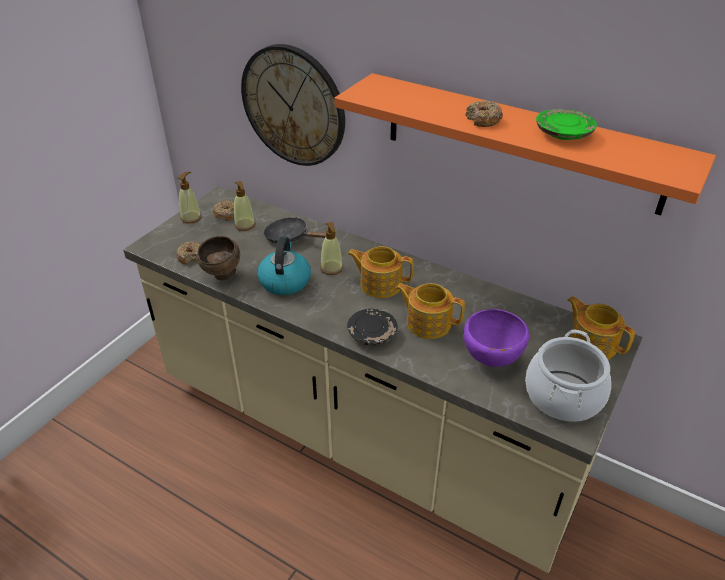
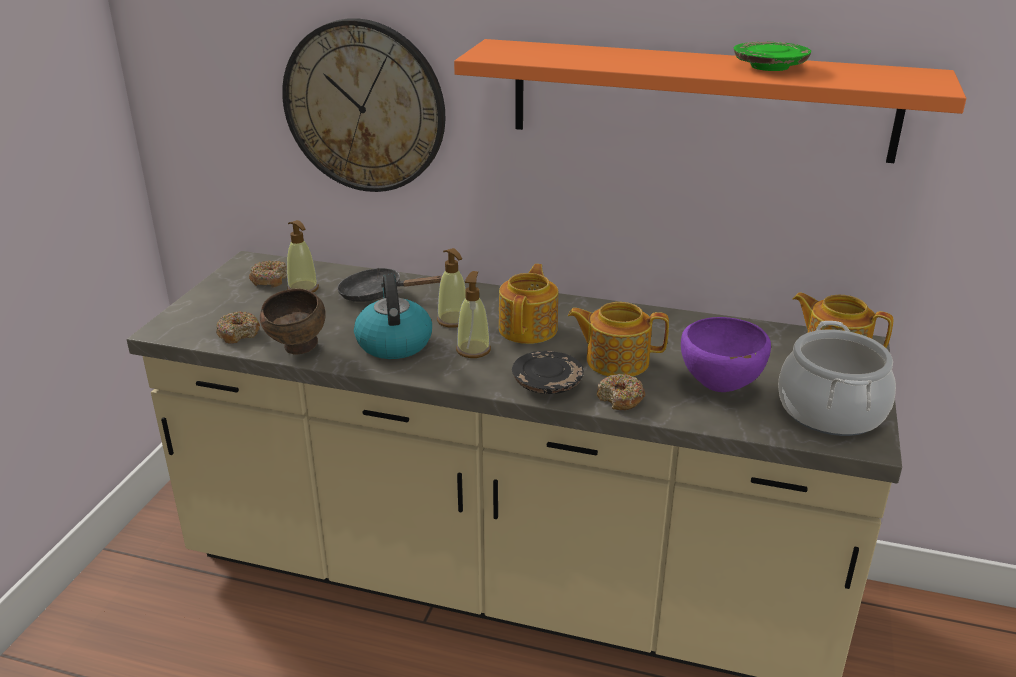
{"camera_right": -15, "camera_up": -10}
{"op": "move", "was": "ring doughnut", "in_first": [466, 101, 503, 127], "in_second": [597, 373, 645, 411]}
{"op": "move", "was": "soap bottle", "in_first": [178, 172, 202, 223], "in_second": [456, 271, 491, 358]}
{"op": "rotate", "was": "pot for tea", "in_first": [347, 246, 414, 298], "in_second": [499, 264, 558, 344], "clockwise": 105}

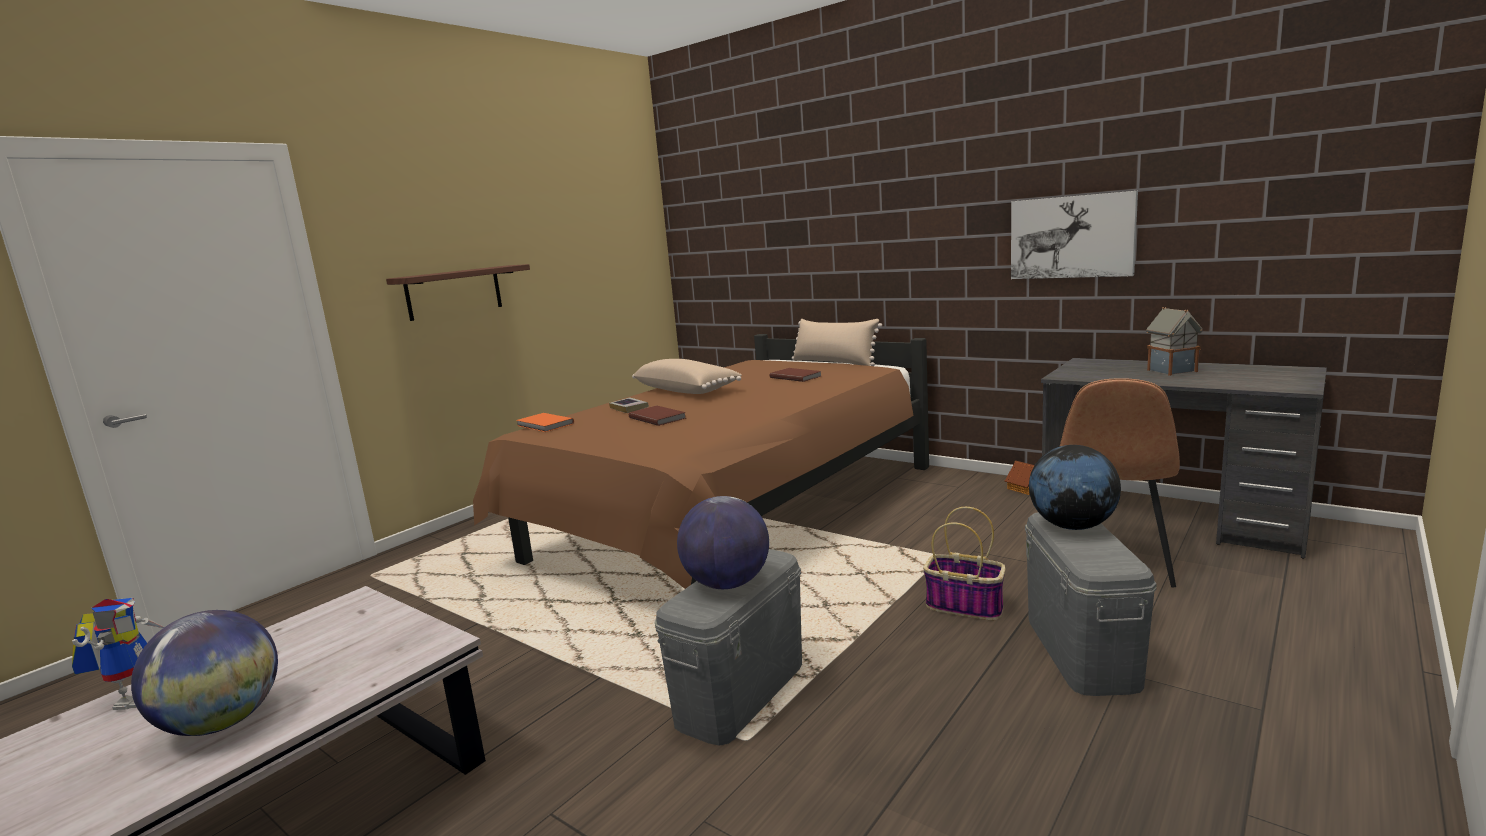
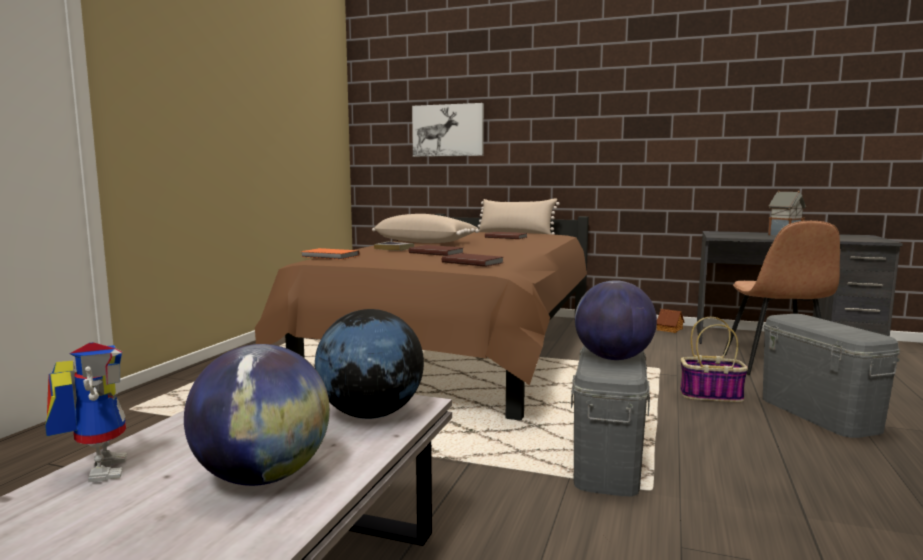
{"camera_right": -20, "camera_up": -5}
{"op": "move", "was": "wall picture", "in_first": [1011, 191, 1138, 279], "in_second": [412, 103, 484, 157]}
{"op": "delete", "was": "wall shelf", "in_first": [386, 264, 530, 321]}
{"op": "move", "was": "world globe", "in_first": [1029, 445, 1121, 530], "in_second": [315, 309, 424, 419]}
{"op": "insert", "now": "bound book (brown-coloured)", "in_second": [442, 253, 503, 267]}

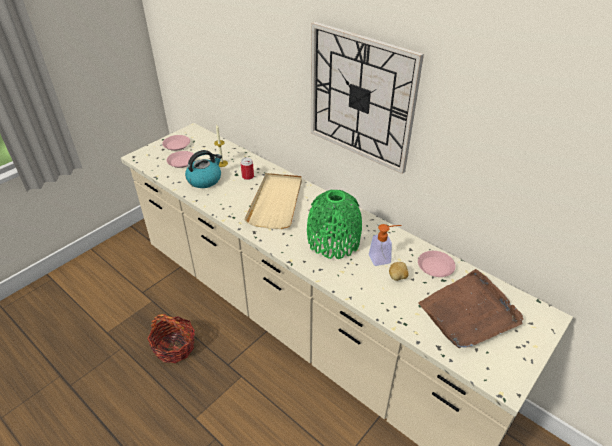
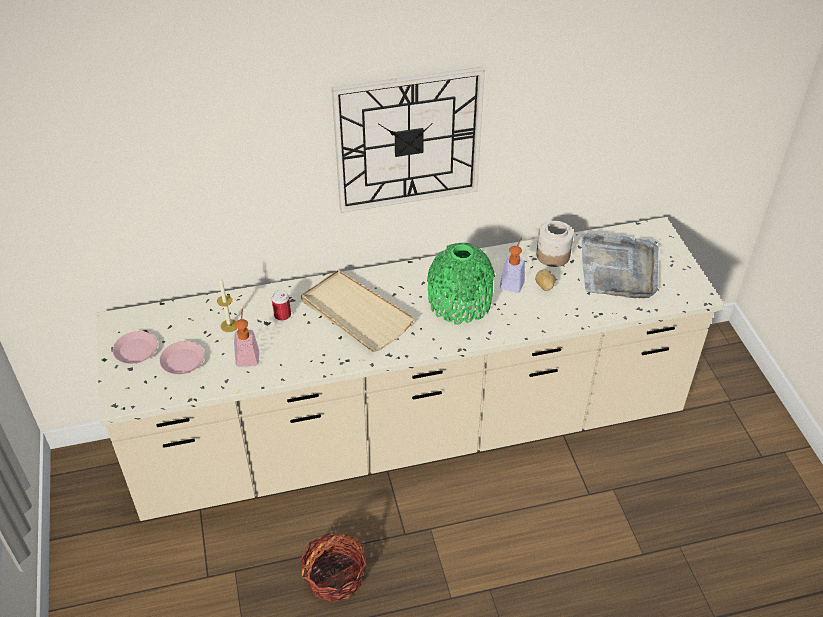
{"camera_right": -55, "camera_up": 5}
{"op": "replace", "was": "kettle", "now": "soap bottle", "in_first": [185, 150, 222, 188], "in_second": [234, 308, 259, 367]}
{"op": "replace", "was": "dinner plate (pink)", "now": "storage jar", "in_first": [418, 251, 456, 277], "in_second": [536, 221, 574, 267]}
{"op": "recolor", "was": "serving tray (brown-coloured)", "now": "serving tray (greyish)", "in_first": [418, 269, 523, 348], "in_second": [582, 232, 658, 298]}

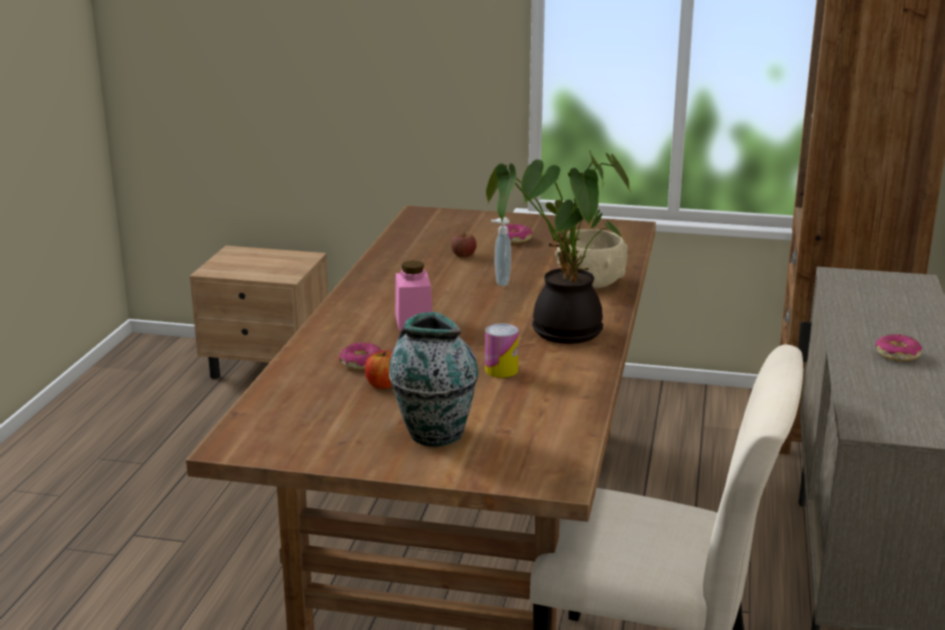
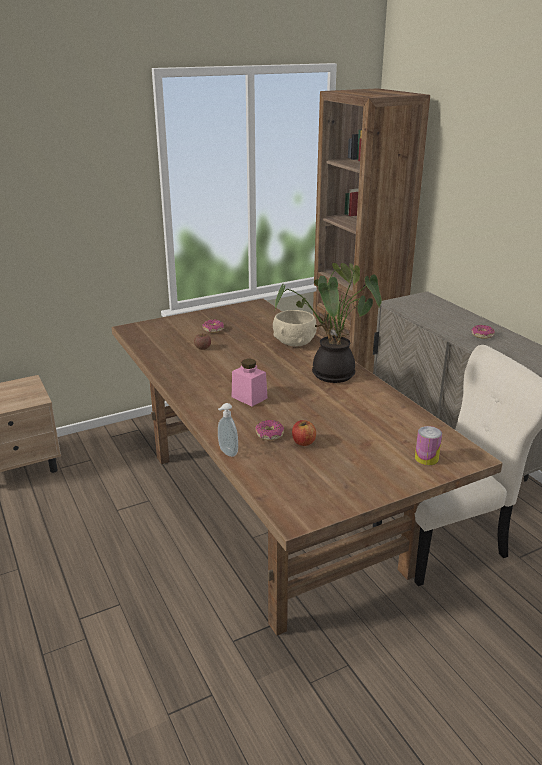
{"camera_right": -40, "camera_up": 5}
{"op": "move", "was": "soap bottle", "in_first": [491, 217, 511, 286], "in_second": [218, 403, 238, 457]}
{"op": "delete", "was": "vase", "in_first": [389, 312, 479, 447]}
{"op": "move", "was": "metal can", "in_first": [485, 323, 519, 378], "in_second": [415, 426, 442, 465]}

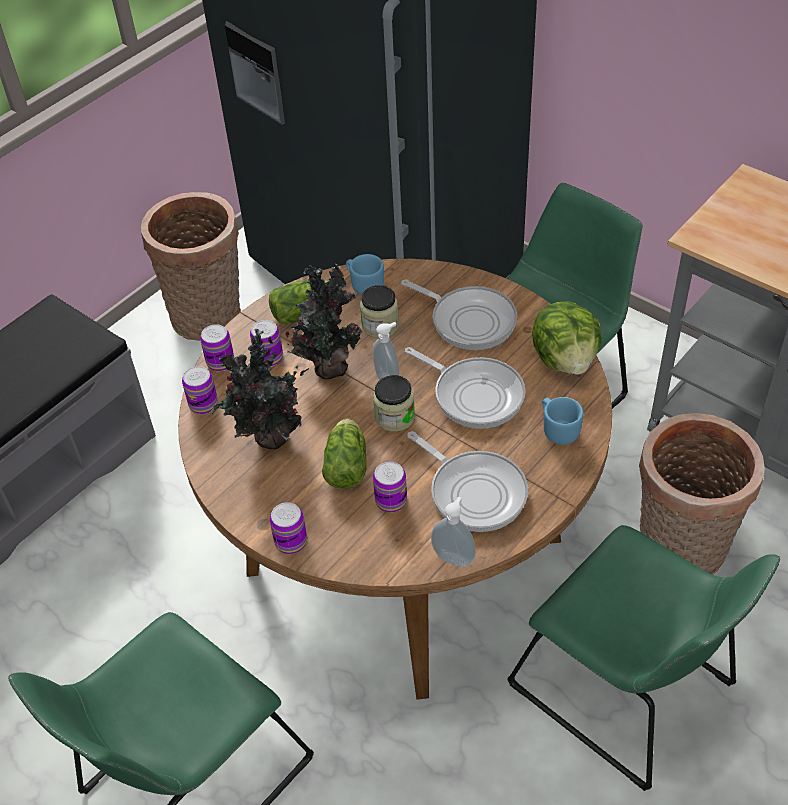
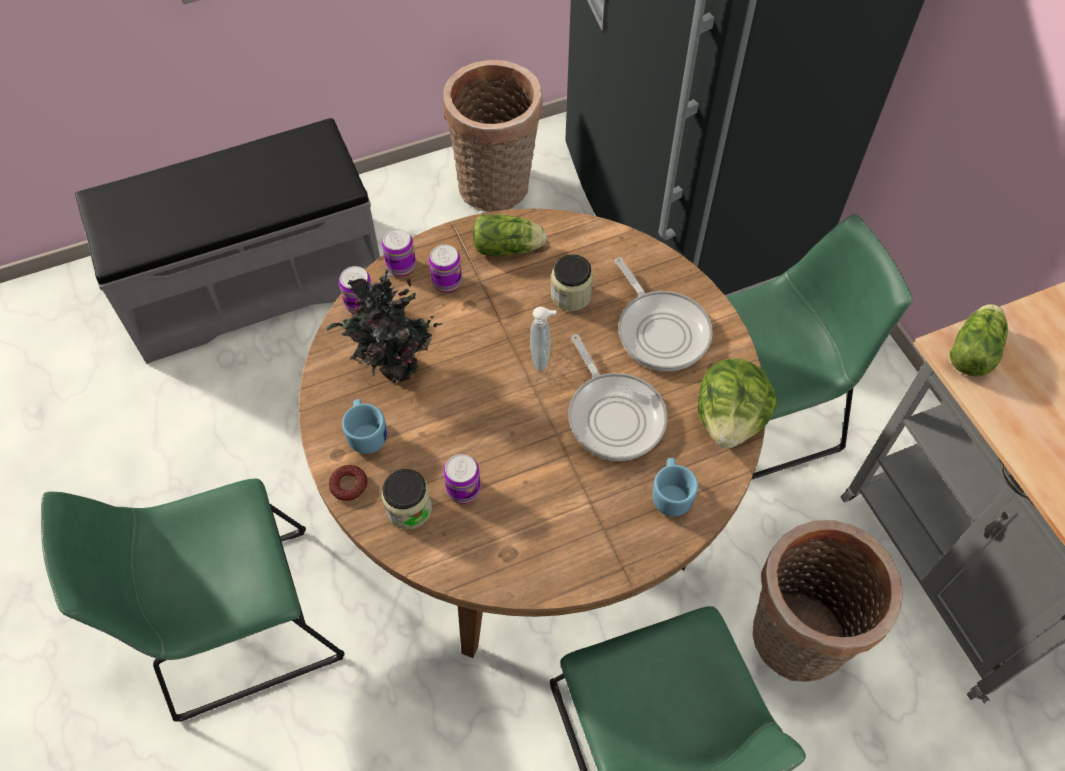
{"camera_right": 25, "camera_up": 10}
{"op": "move", "was": "tea mug (blue)", "in_first": [346, 254, 384, 295], "in_second": [342, 399, 387, 454]}
{"op": "delete", "was": "plant in a pot", "in_first": [285, 264, 363, 379]}
{"op": "move", "was": "storage jar", "in_first": [373, 375, 415, 432], "in_second": [382, 469, 432, 530]}
{"op": "move", "was": "lettuce head", "in_first": [322, 419, 366, 489], "in_second": [950, 304, 1008, 377]}
{"op": "delete", "was": "frying pan", "in_first": [407, 431, 528, 532]}
{"op": "delete", "was": "soap bottle", "in_first": [431, 497, 476, 567]}
{"op": "replace", "was": "metal can", "now": "ring doughnut", "in_first": [270, 502, 307, 554], "in_second": [329, 465, 368, 501]}

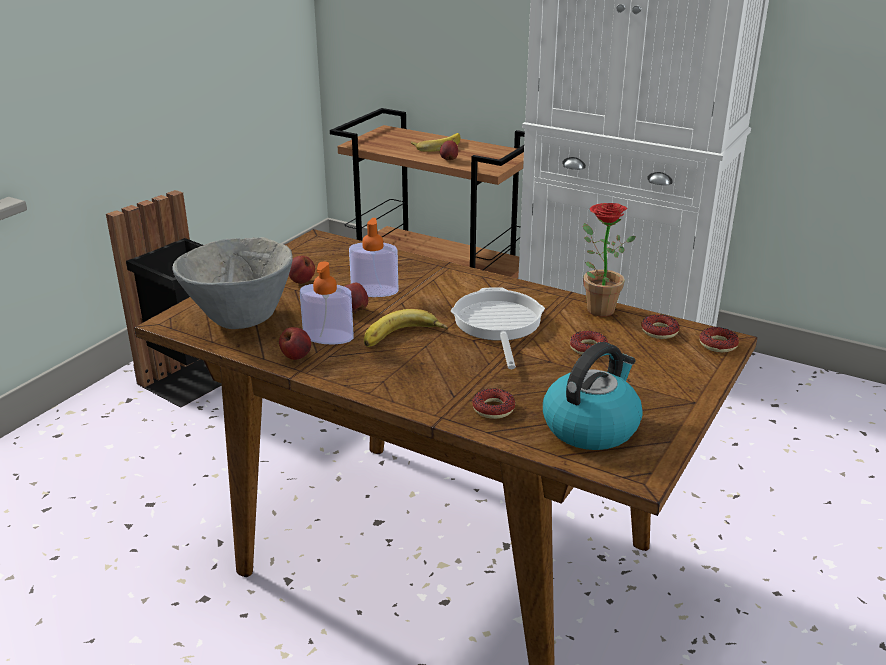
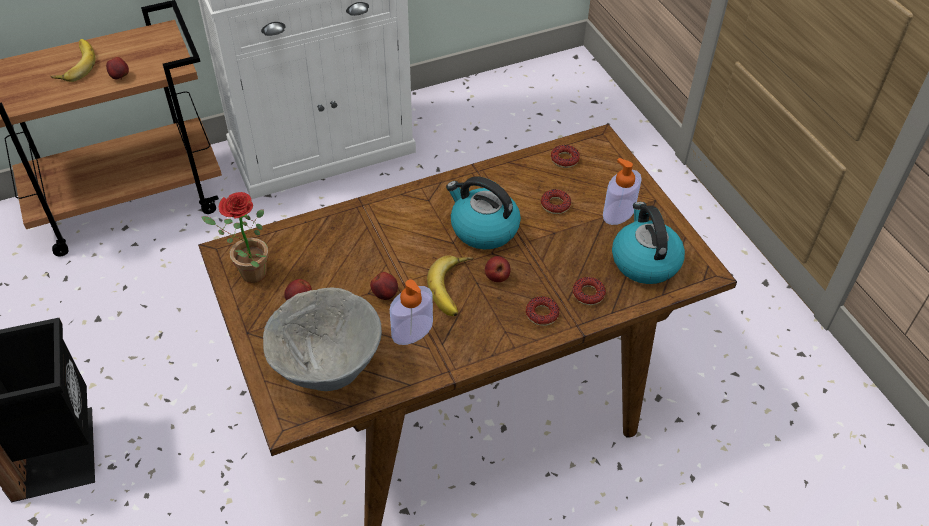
{"camera_right": -55, "camera_up": 20}
{"op": "move", "was": "plant in a pot", "in_first": [583, 203, 636, 316], "in_second": [202, 192, 268, 283]}
{"op": "move", "was": "soap bottle", "in_first": [349, 218, 399, 297], "in_second": [603, 158, 642, 225]}
{"op": "replace", "was": "frying pan", "now": "kettle", "in_first": [451, 287, 545, 369], "in_second": [446, 176, 521, 250]}
{"op": "move", "was": "whole apple", "in_first": [279, 327, 311, 360], "in_second": [485, 256, 511, 282]}
{"op": "move", "was": "ring doughnut", "in_first": [699, 327, 739, 353], "in_second": [526, 297, 559, 326]}

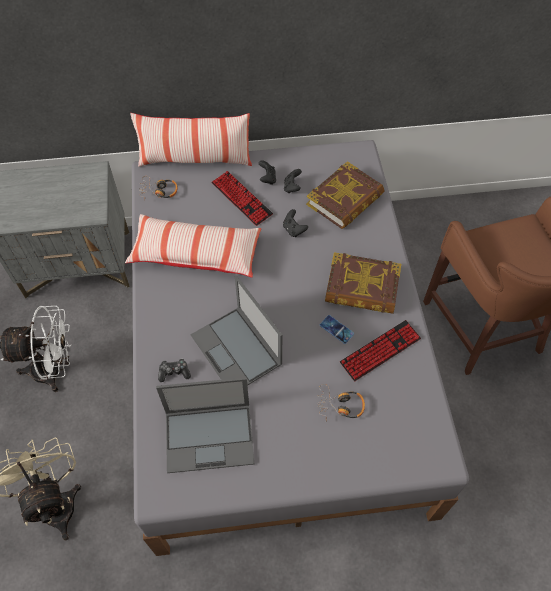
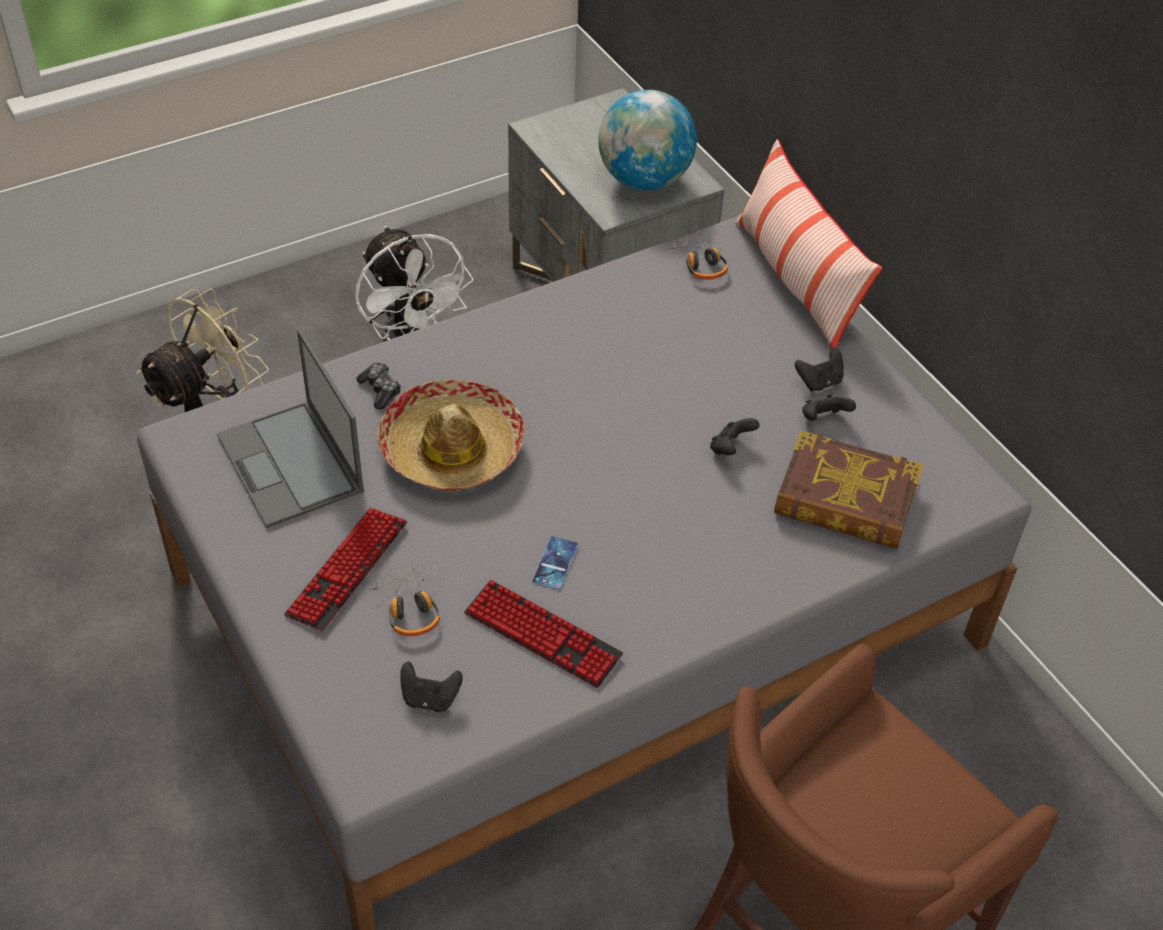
{"camera_right": 65, "camera_up": -10}
{"op": "move", "was": "computer keyboard", "in_first": [211, 171, 273, 226], "in_second": [284, 508, 407, 631]}
{"op": "delete", "was": "cushion", "in_first": [125, 214, 261, 277]}
{"op": "delete", "was": "bound book", "in_first": [325, 252, 401, 314]}
{"op": "replace", "was": "notebook computer", "now": "clothing hat", "in_first": [191, 275, 282, 386], "in_second": [377, 380, 525, 491]}
{"op": "insert", "now": "world globe", "in_second": [598, 90, 697, 190]}
{"op": "insert", "now": "game controller (black)", "in_second": [400, 661, 463, 712]}

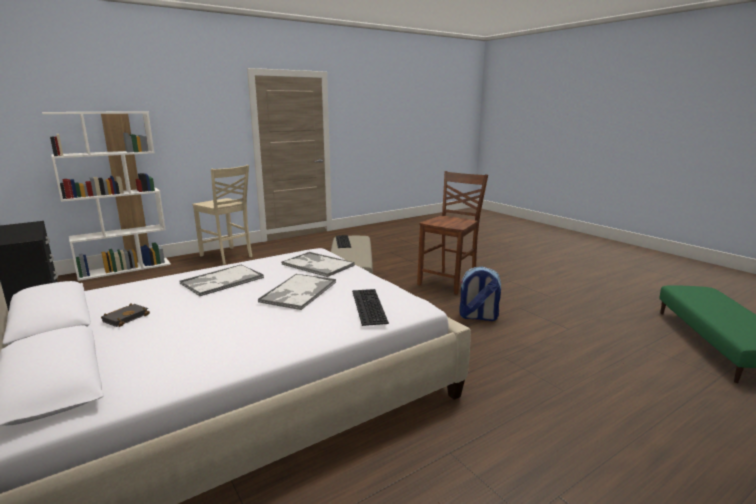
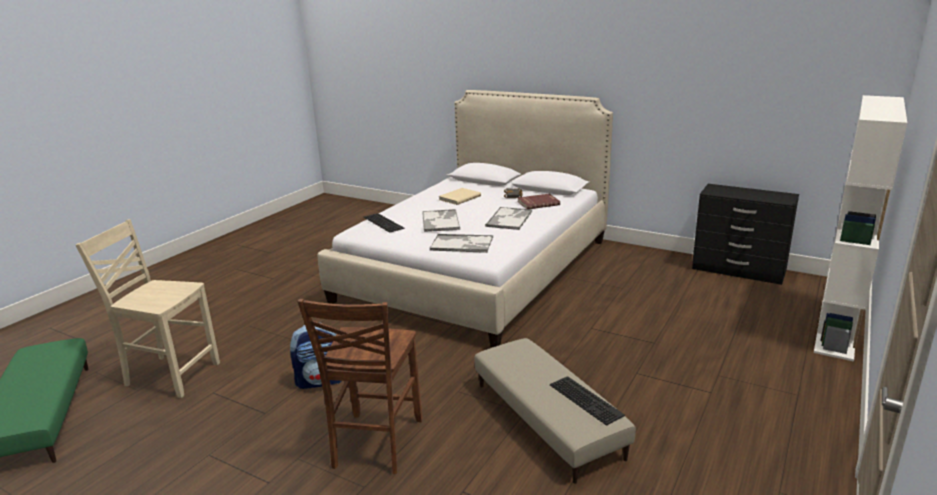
{"camera_right": 155, "camera_up": 5}
{"op": "move", "was": "chair (beige)", "in_first": [192, 165, 252, 265], "in_second": [76, 219, 220, 398]}
{"op": "insert", "now": "bound book (beige)", "in_second": [439, 188, 481, 205]}
{"op": "insert", "now": "bound book (reddish)", "in_second": [517, 193, 560, 209]}

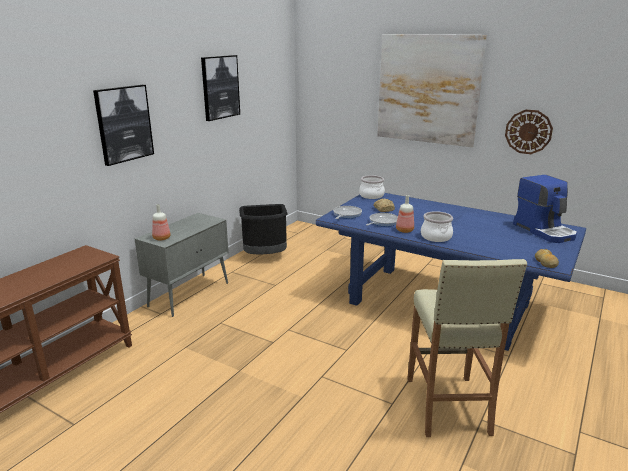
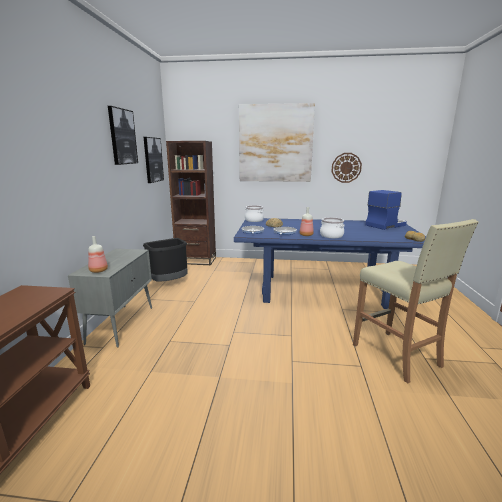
{"camera_right": -25, "camera_up": -5}
{"op": "move", "was": "wall picture", "in_first": [93, 85, 154, 166], "in_second": [144, 137, 164, 183]}
{"op": "rotate", "was": "coffee brewer", "in_first": [513, 175, 577, 243], "in_second": [366, 190, 407, 230], "clockwise": -75}
{"op": "insert", "now": "bookshelf (brown-coloured)", "in_second": [166, 141, 216, 265]}

